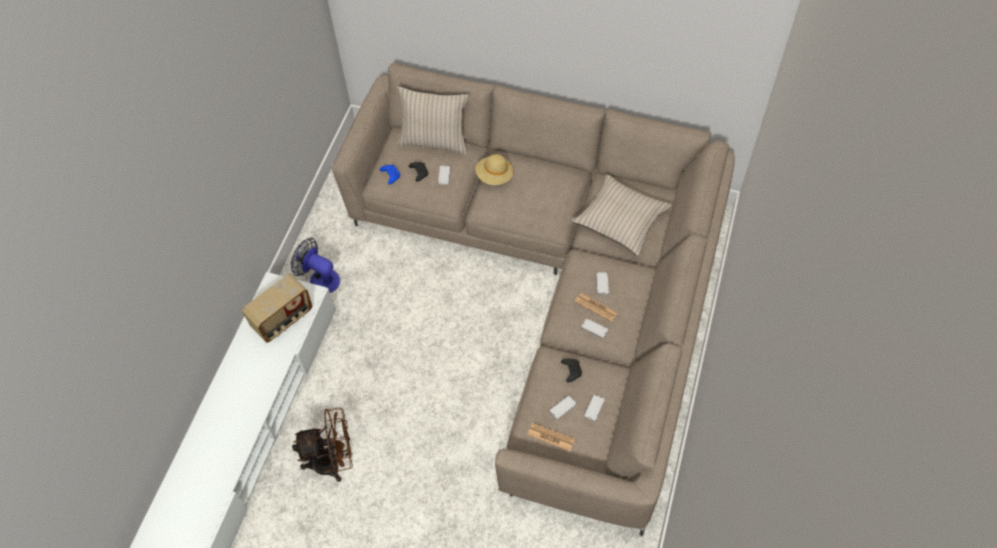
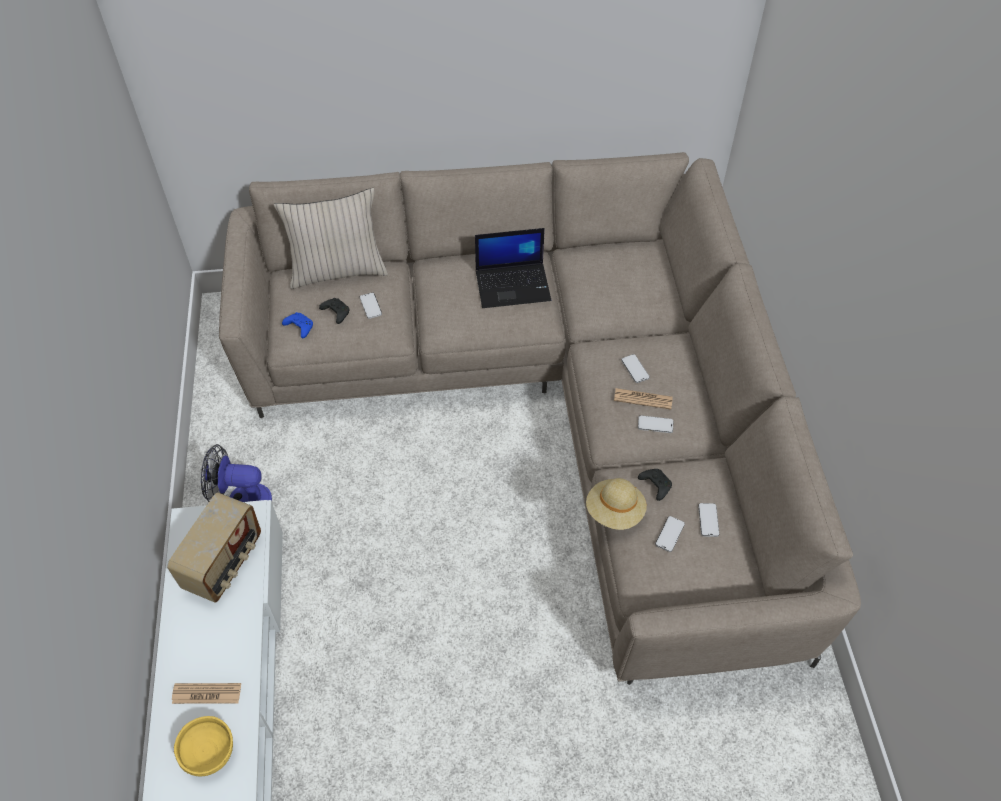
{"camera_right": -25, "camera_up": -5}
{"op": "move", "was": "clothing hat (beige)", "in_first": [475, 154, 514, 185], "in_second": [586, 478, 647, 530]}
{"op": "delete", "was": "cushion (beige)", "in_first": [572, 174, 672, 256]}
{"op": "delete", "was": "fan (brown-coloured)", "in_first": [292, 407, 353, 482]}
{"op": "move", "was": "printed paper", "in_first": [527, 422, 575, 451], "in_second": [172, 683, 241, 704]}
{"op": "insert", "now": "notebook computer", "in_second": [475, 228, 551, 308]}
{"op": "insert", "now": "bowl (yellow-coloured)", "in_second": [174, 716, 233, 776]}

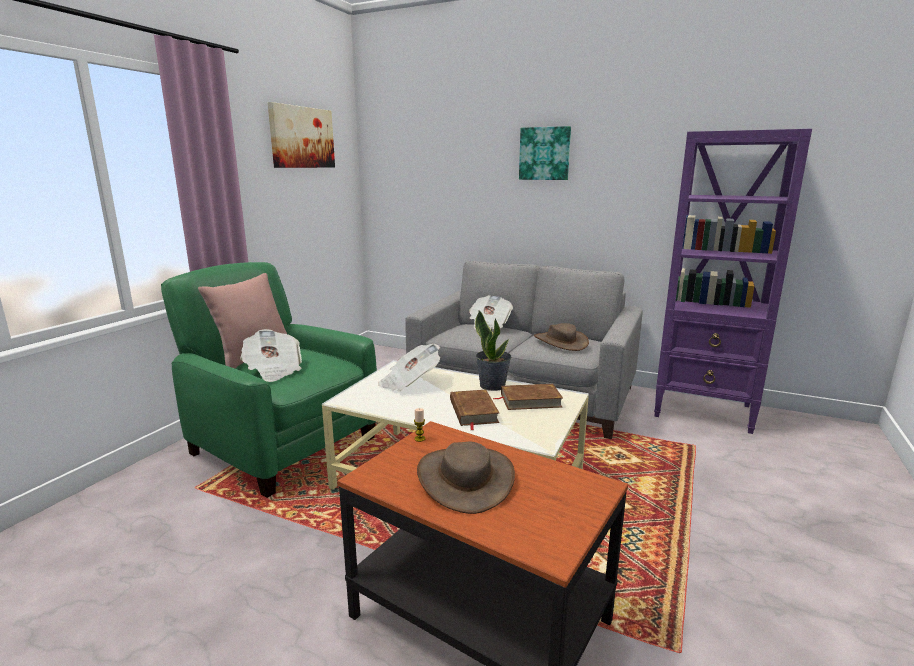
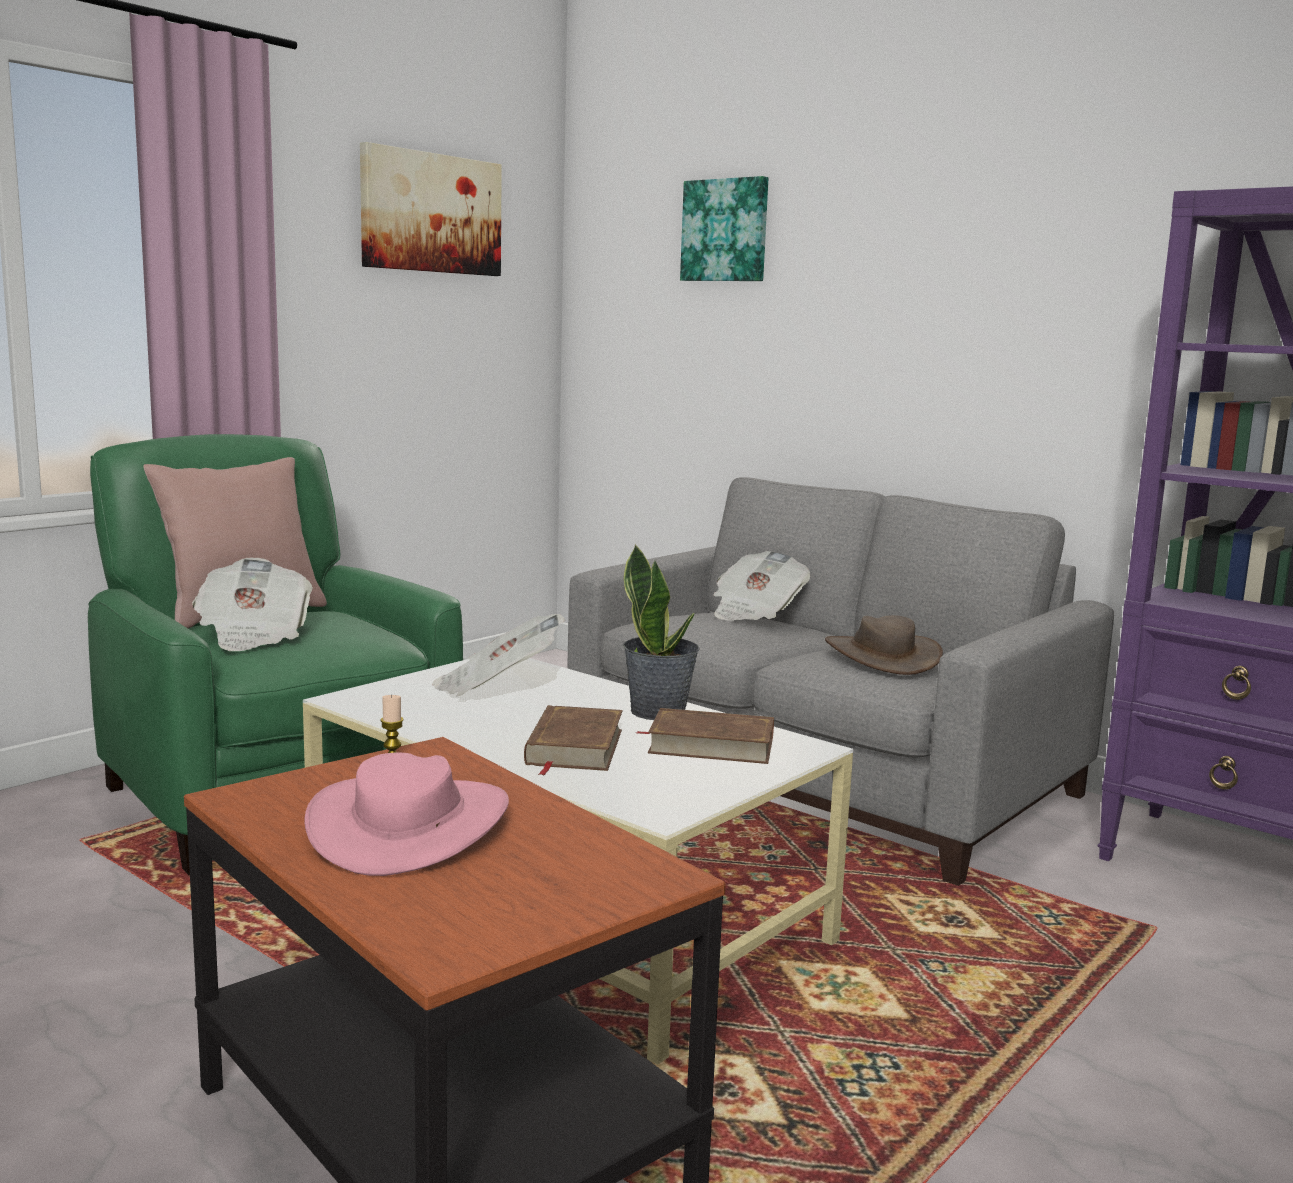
{"camera_right": 15, "camera_up": -5}
{"op": "move", "was": "wall picture", "in_first": [519, 126, 571, 180], "in_second": [680, 176, 768, 281]}
{"op": "recolor", "was": "clothing hat (brown-coloured)", "now": "clothing hat (pink)", "in_first": [417, 441, 515, 514], "in_second": [304, 753, 509, 876]}

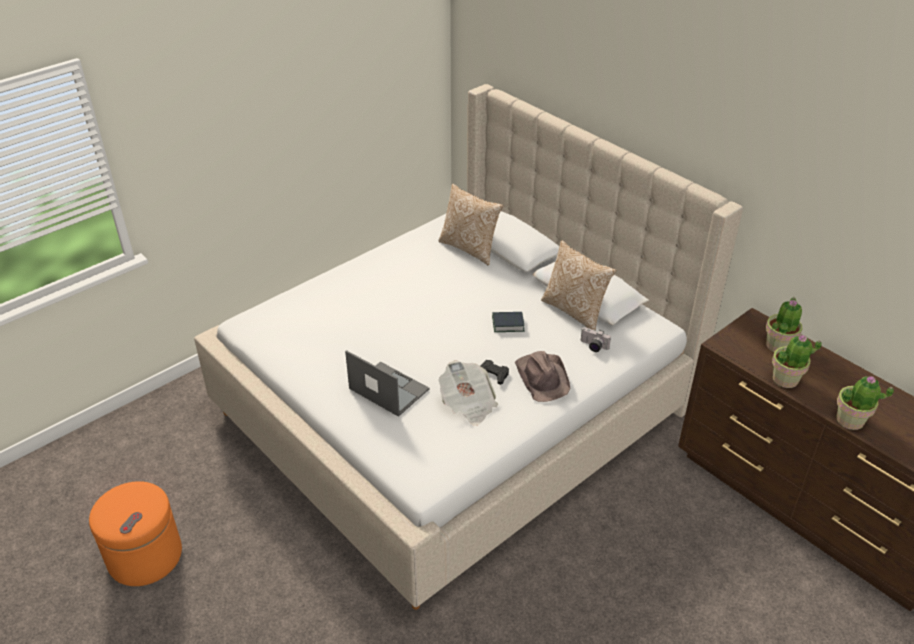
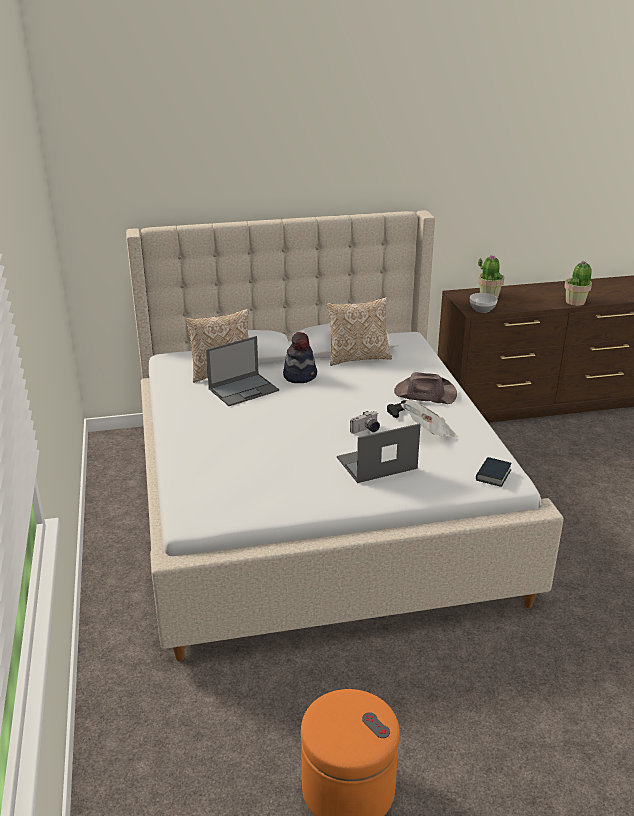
{"camera_right": -60, "camera_up": -10}
{"op": "move", "was": "bound book", "in_first": [492, 312, 525, 332], "in_second": [476, 457, 512, 487]}
{"op": "move", "was": "still camera", "in_first": [581, 327, 611, 352], "in_second": [350, 411, 380, 434]}
{"op": "delete", "was": "plant in a pot", "in_first": [772, 334, 822, 388]}
{"op": "insert", "now": "bowl", "in_second": [470, 293, 498, 313]}
{"op": "insert", "now": "clothing hat", "in_second": [283, 332, 317, 383]}
{"op": "insert", "now": "notebook computer", "in_second": [206, 336, 279, 406]}

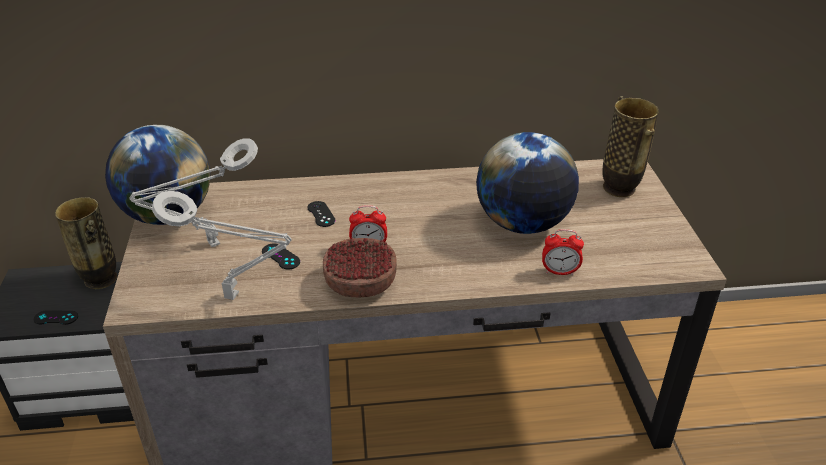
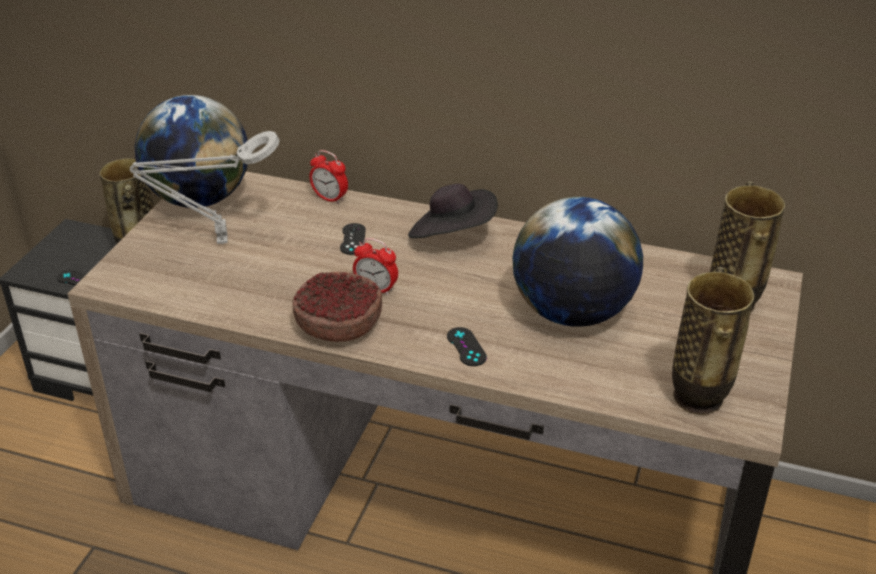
{"camera_right": 25, "camera_up": 0}
{"op": "delete", "was": "table lamp (greyish)", "in_first": [152, 191, 292, 300]}
{"op": "move", "was": "table clock", "in_first": [542, 229, 584, 276], "in_second": [309, 150, 348, 204]}
{"op": "move", "was": "game controller (black)", "in_first": [262, 243, 300, 270], "in_second": [447, 327, 487, 366]}
{"op": "insert", "now": "clothing hat (black)", "in_second": [408, 184, 498, 238]}
{"op": "insert", "now": "vase", "in_second": [672, 267, 754, 415]}

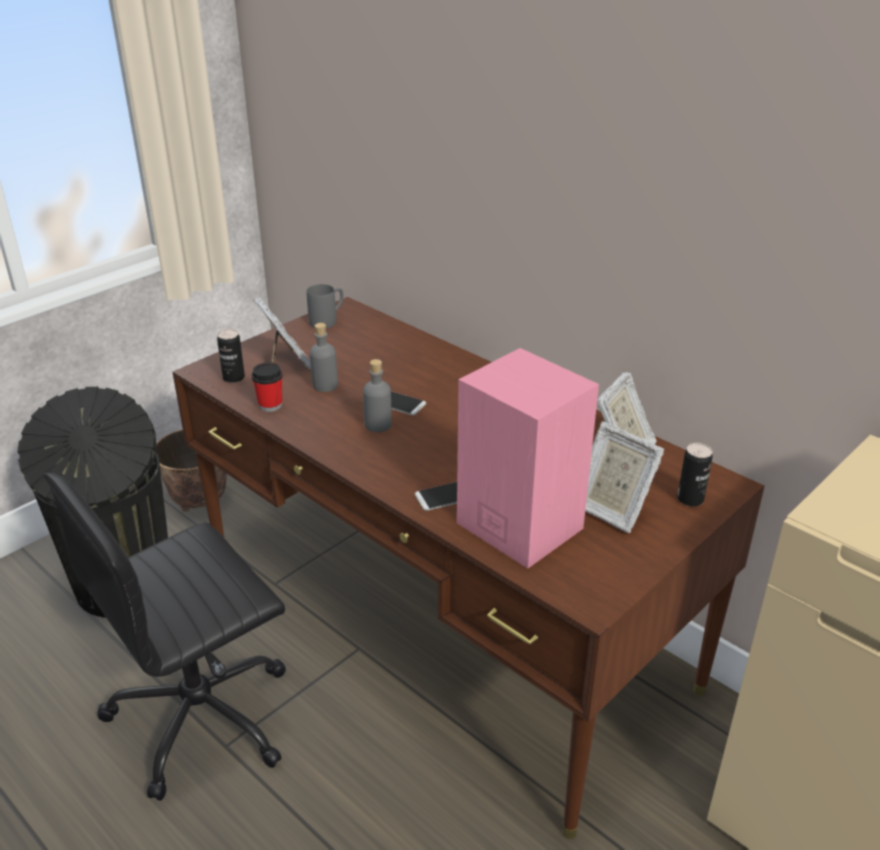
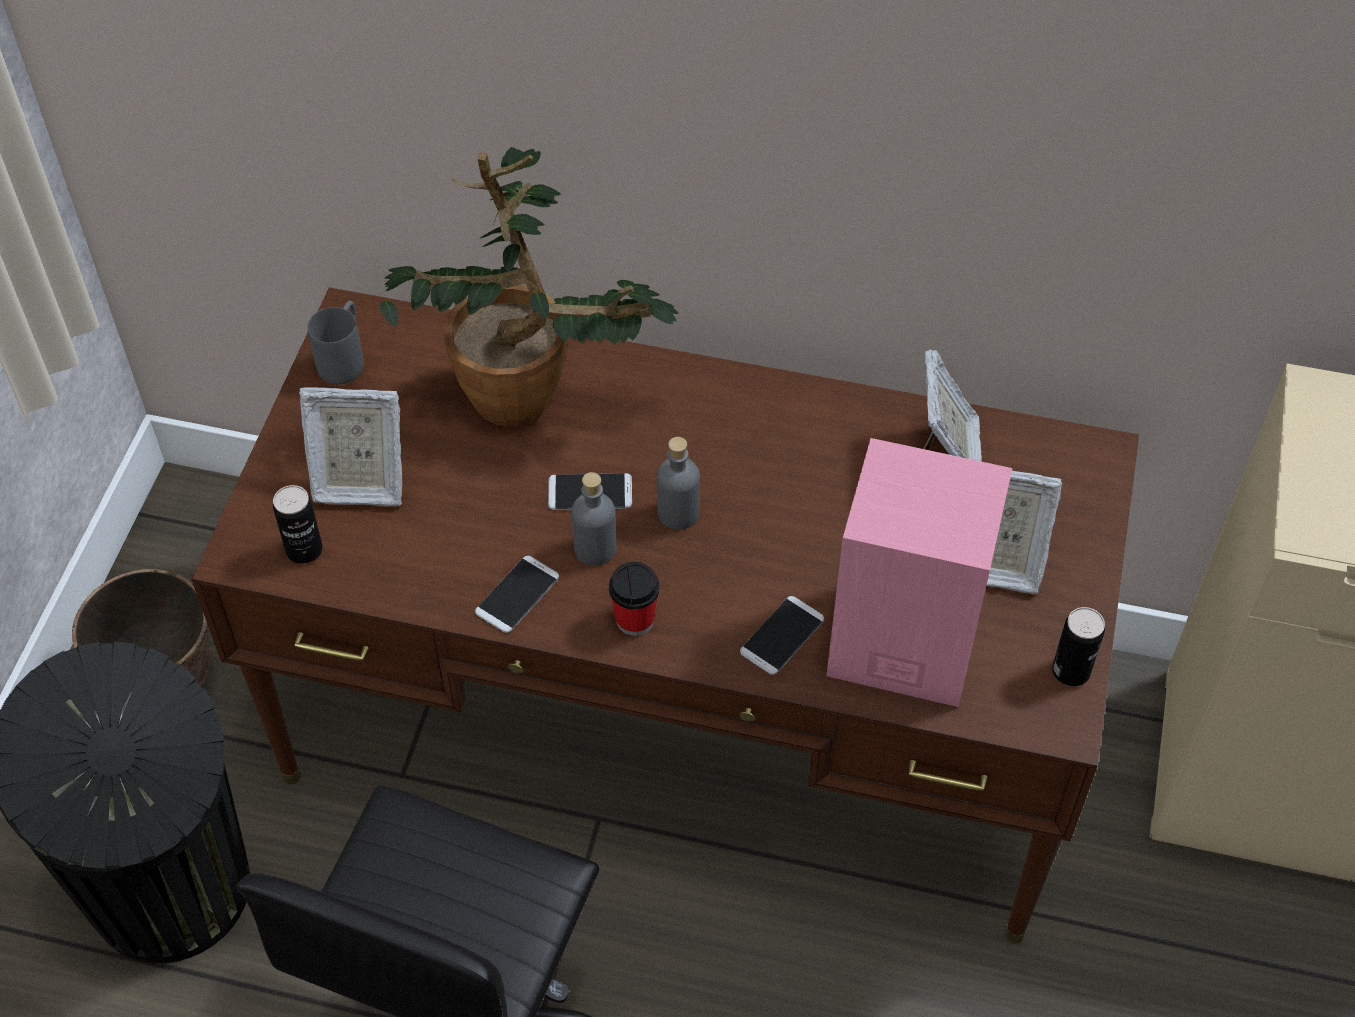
{"camera_right": -30, "camera_up": 20}
{"op": "rotate", "was": "photo frame", "in_first": [254, 297, 311, 369], "in_second": [299, 387, 402, 506], "clockwise": 150}
{"op": "move", "was": "beverage bottle (greyish)", "in_first": [310, 323, 338, 392], "in_second": [657, 437, 700, 530]}
{"op": "move", "was": "cup", "in_first": [252, 362, 283, 412], "in_second": [609, 562, 660, 636]}
{"op": "move", "was": "metal can", "in_first": [677, 443, 713, 507], "in_second": [1052, 607, 1105, 686]}
{"op": "insert", "now": "plant in a pot", "in_second": [380, 147, 679, 427]}
{"op": "insert", "now": "telephone", "in_second": [475, 556, 559, 633]}

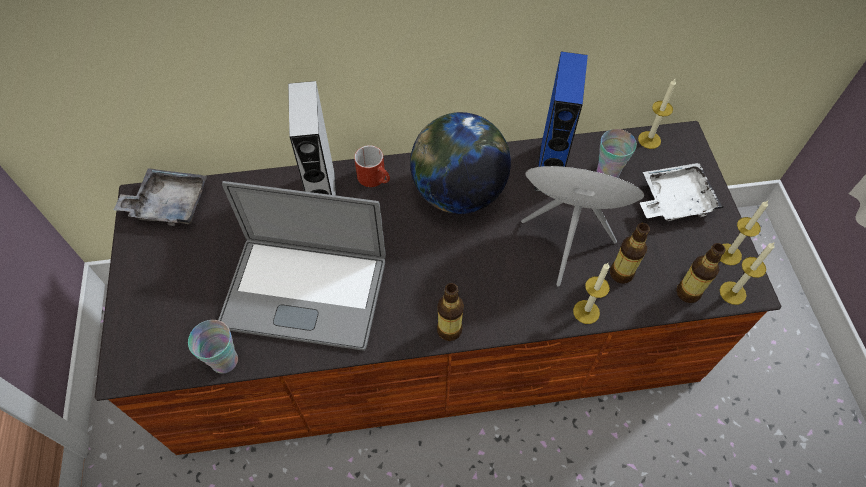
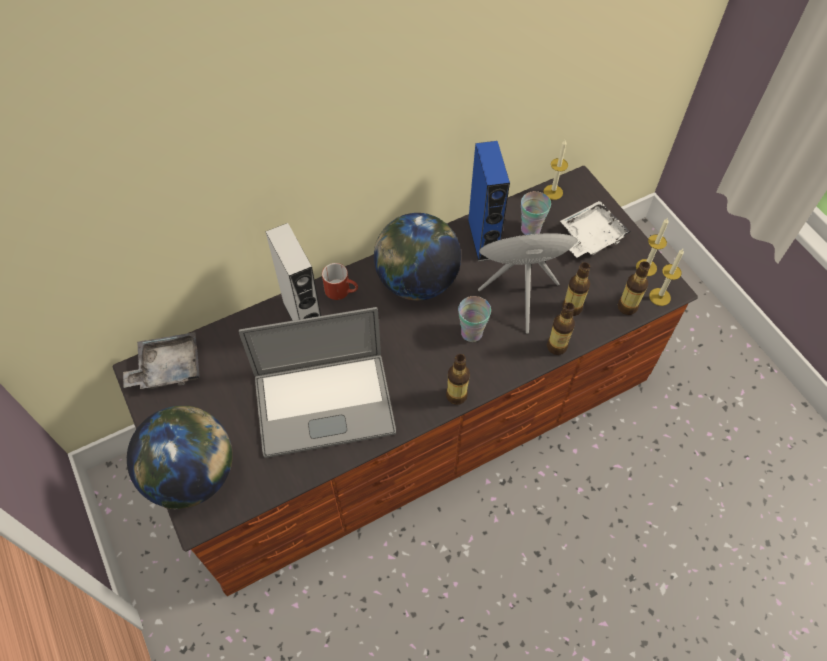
{"camera_right": -20, "camera_up": 0}
{"op": "replace", "was": "wax candle", "now": "beverage bottle", "in_first": [573, 263, 610, 324], "in_second": [547, 302, 575, 355]}
{"op": "move", "was": "cup", "in_first": [188, 320, 238, 374], "in_second": [458, 296, 491, 342]}
{"op": "insert", "now": "world globe", "in_second": [127, 406, 233, 509]}

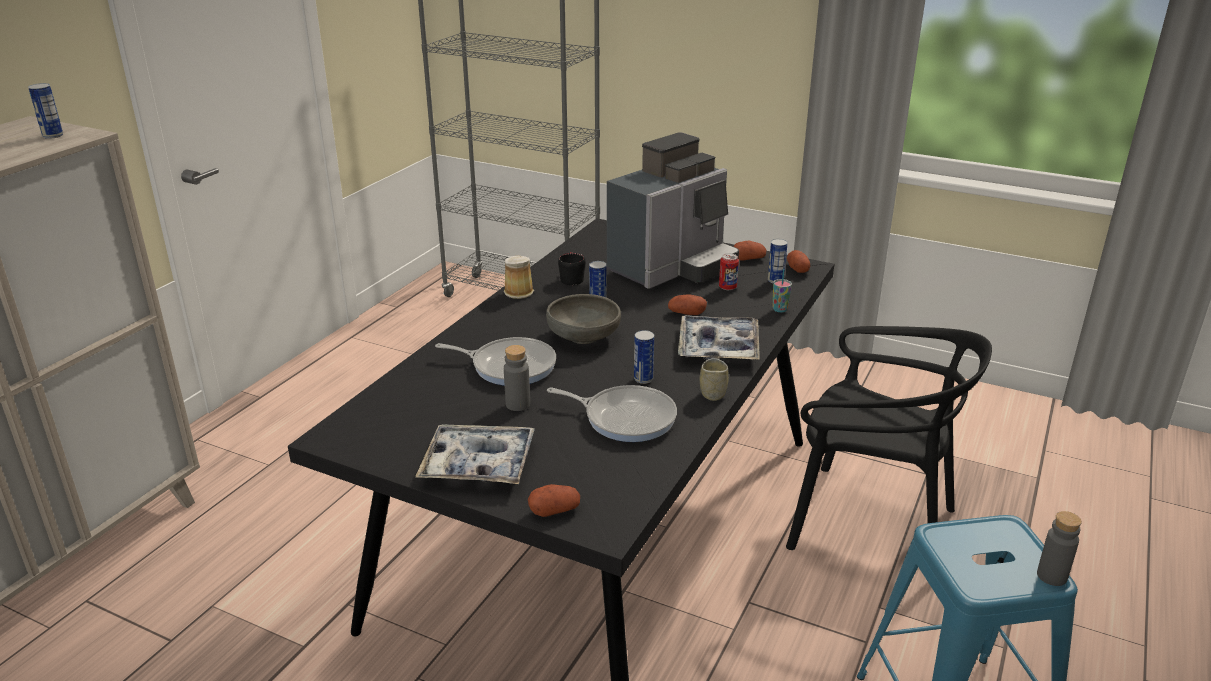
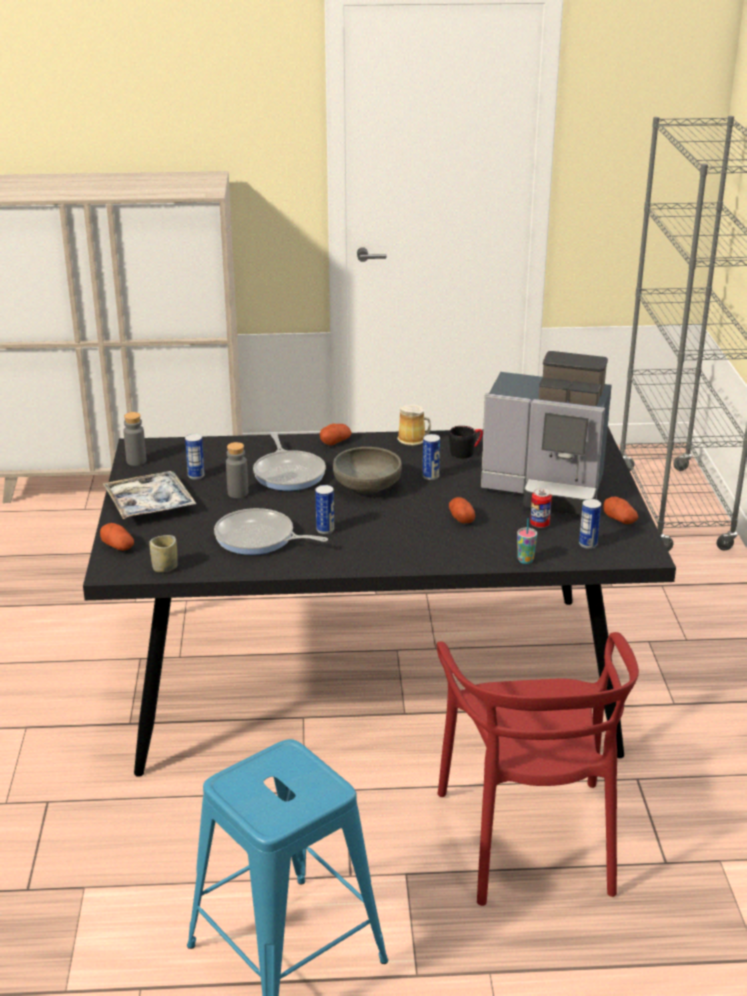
{"camera_right": 60, "camera_up": 0}
{"op": "move", "was": "metal can", "in_first": [28, 83, 63, 139], "in_second": [185, 434, 205, 480]}
{"op": "move", "was": "potato", "in_first": [787, 250, 810, 273], "in_second": [320, 424, 351, 446]}
{"op": "delete", "was": "serving tray", "in_first": [678, 315, 760, 361]}
{"op": "recolor", "was": "chair (black)", "now": "chair (reddish)", "in_first": [786, 326, 992, 550], "in_second": [437, 632, 639, 906]}
{"op": "move", "was": "cup", "in_first": [700, 358, 729, 401], "in_second": [149, 535, 178, 572]}
{"op": "rotate", "was": "frying pan", "in_first": [547, 385, 677, 442], "in_second": [214, 508, 328, 555], "clockwise": 120}
{"op": "move", "was": "beverage bottle (greyish)", "in_first": [1037, 511, 1082, 586], "in_second": [123, 412, 146, 466]}

